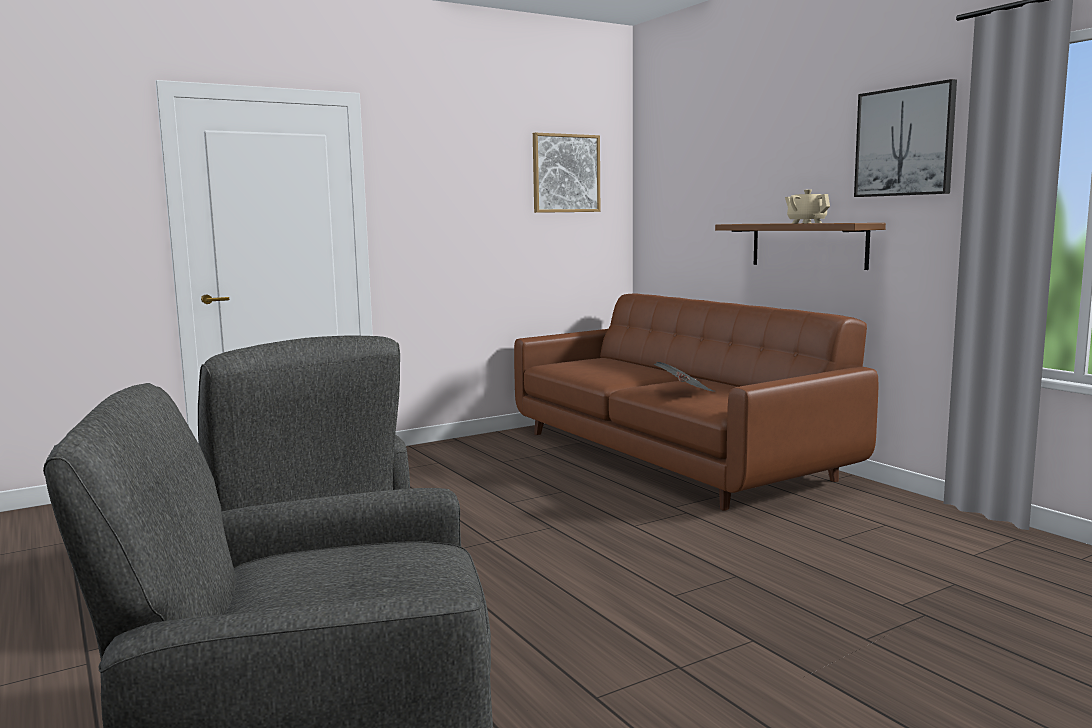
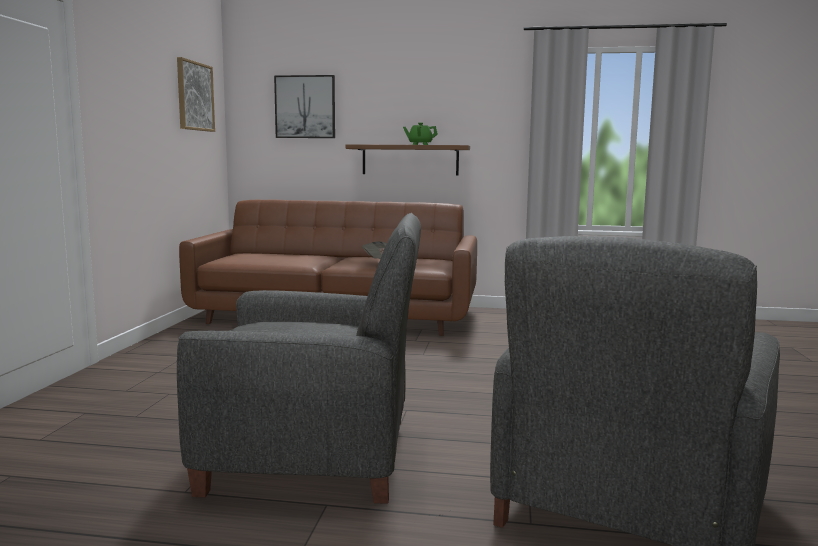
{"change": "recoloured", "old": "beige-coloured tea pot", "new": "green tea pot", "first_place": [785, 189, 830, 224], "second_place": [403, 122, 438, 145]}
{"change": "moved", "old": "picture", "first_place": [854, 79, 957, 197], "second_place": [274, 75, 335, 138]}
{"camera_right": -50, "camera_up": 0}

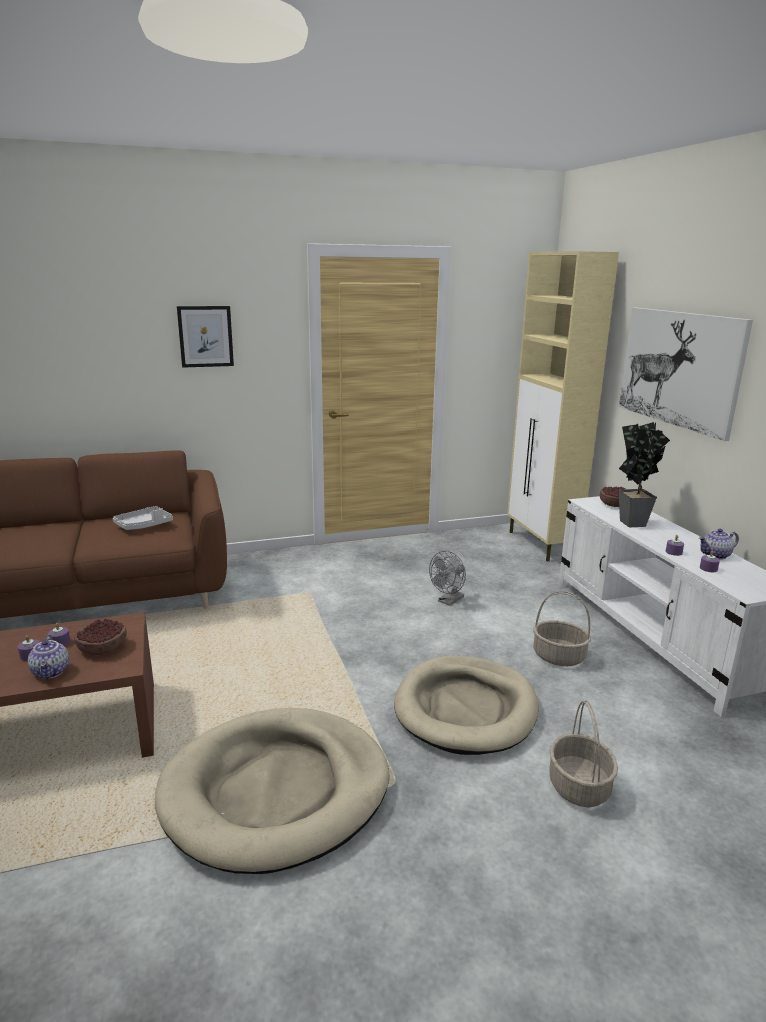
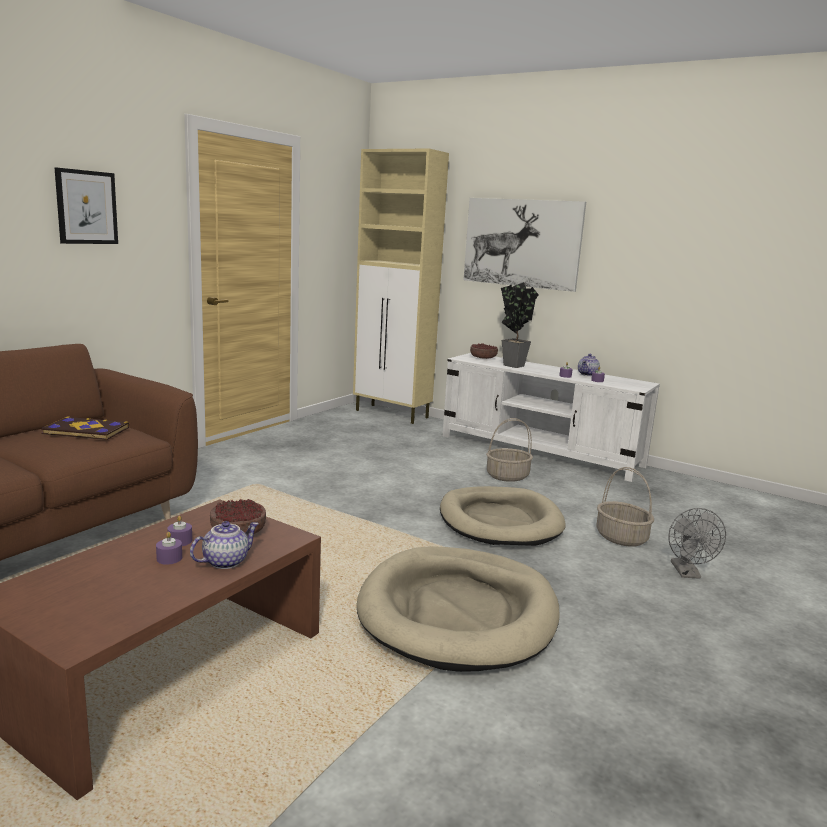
{"change": "turned", "old": "tea pot", "first_place": [28, 635, 69, 679], "second_place": [190, 521, 259, 569], "degrees": -75}
{"change": "replaced", "old": "gray serving tray", "new": "volume", "first_place": [113, 506, 173, 530], "second_place": [41, 416, 129, 440]}
{"change": "moved", "old": "gray cooling fan", "first_place": [429, 551, 466, 606], "second_place": [669, 508, 726, 579]}
{"camera_right": -40, "camera_up": -5}

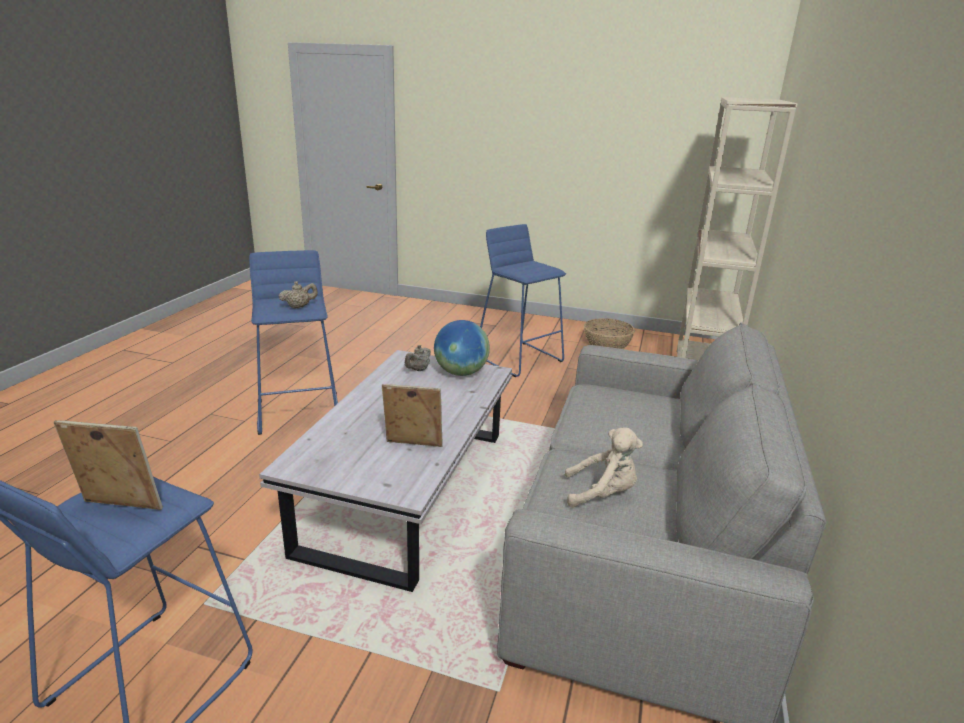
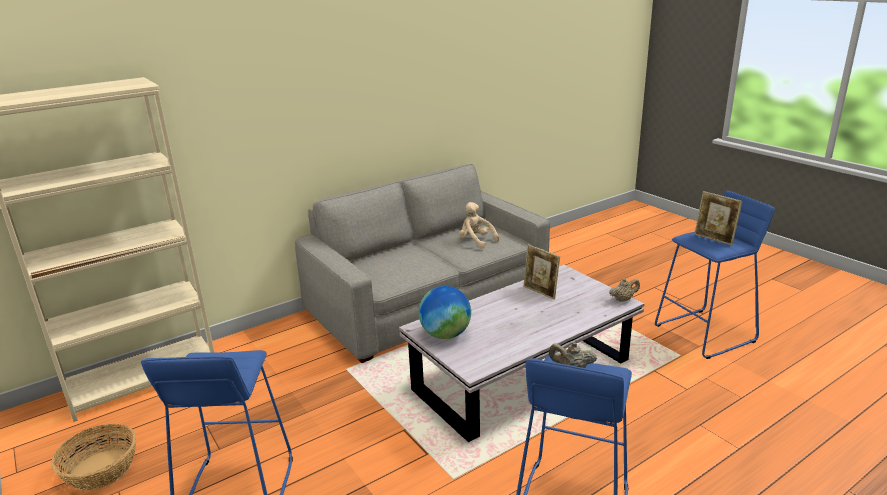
{"change": "moved", "old": "beige-coloured tea pot", "first_place": [405, 345, 431, 371], "second_place": [609, 278, 640, 302]}
{"camera_right": -140, "camera_up": 0}

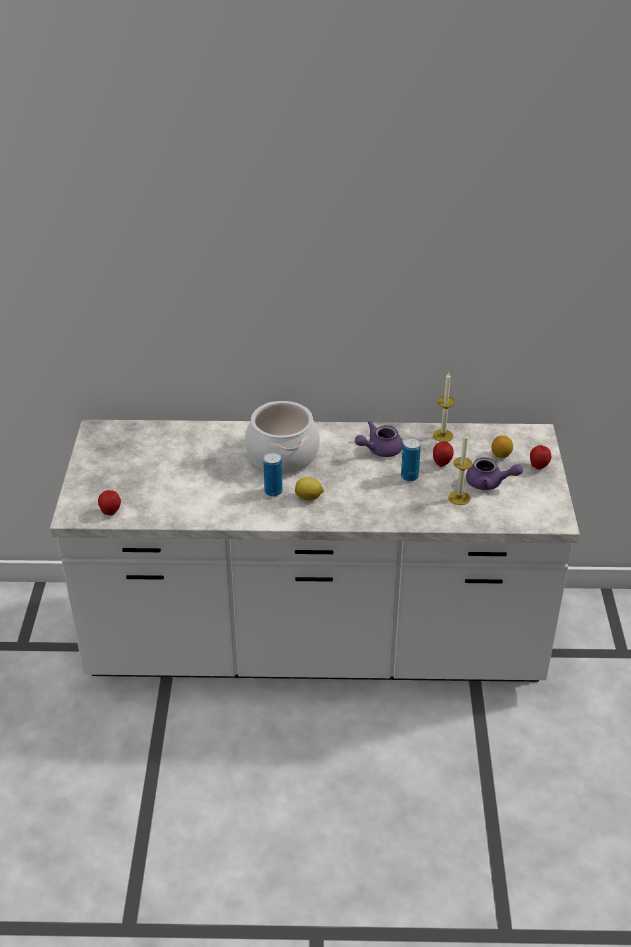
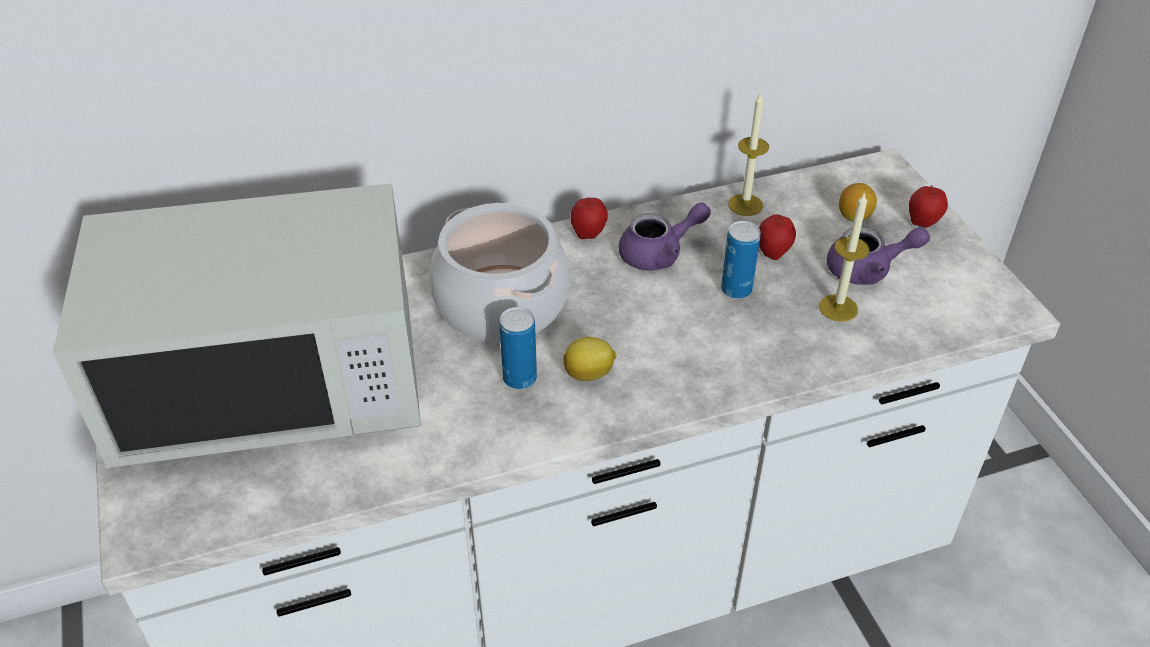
{"change": "moved", "old": "whole apple", "first_place": [98, 490, 121, 516], "second_place": [570, 197, 608, 239]}
{"change": "turned", "old": "purple-coloured tea pot", "first_place": [355, 421, 403, 457], "second_place": [619, 202, 711, 271], "degrees": -150}
{"change": "added", "new": "white microwave", "second_place": [53, 183, 421, 468]}
{"camera_right": -20, "camera_up": 5}

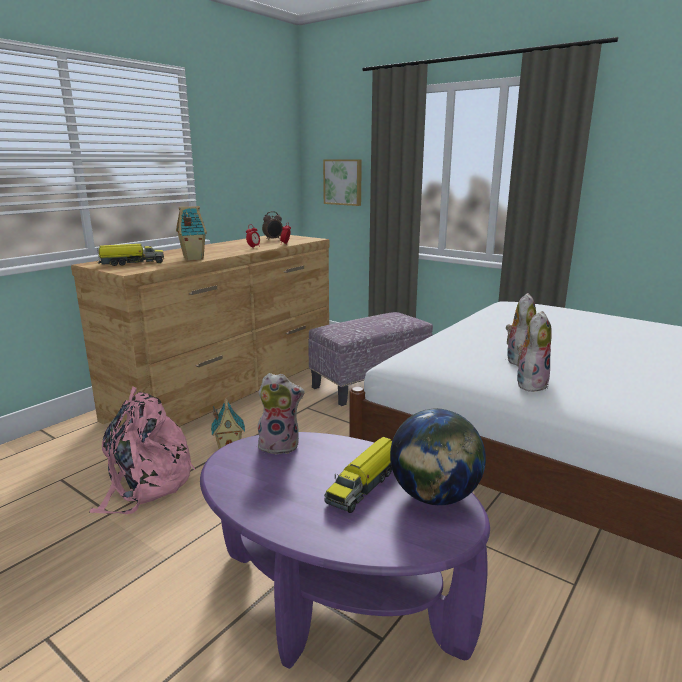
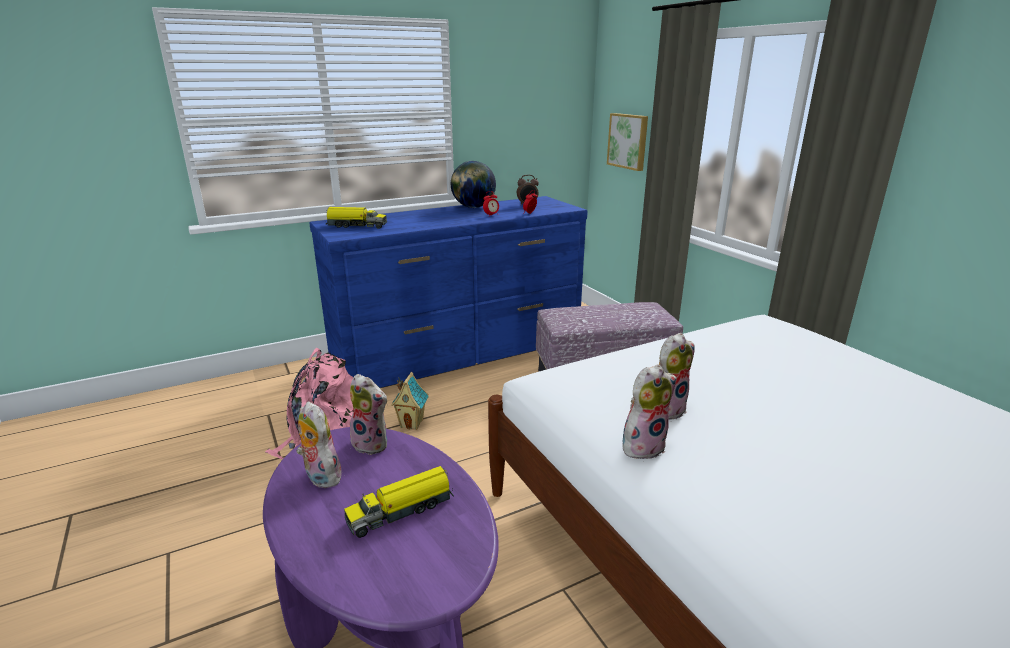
{"change": "recoloured", "old": "brown-coloured drawer chest", "new": "blue drawer chest", "first_place": [71, 235, 330, 427], "second_place": [309, 196, 588, 388]}
{"change": "removed", "old": "miniature house", "first_place": [176, 206, 207, 261]}
{"change": "moved", "old": "world globe", "first_place": [390, 408, 486, 505], "second_place": [451, 161, 496, 208]}
{"change": "added", "new": "soft toy", "second_place": [296, 401, 343, 488]}
{"camera_right": 25, "camera_up": 5}

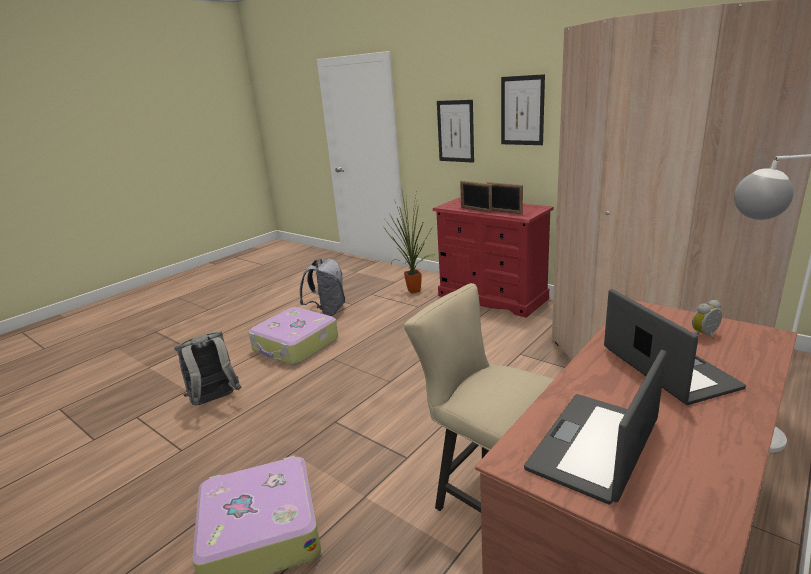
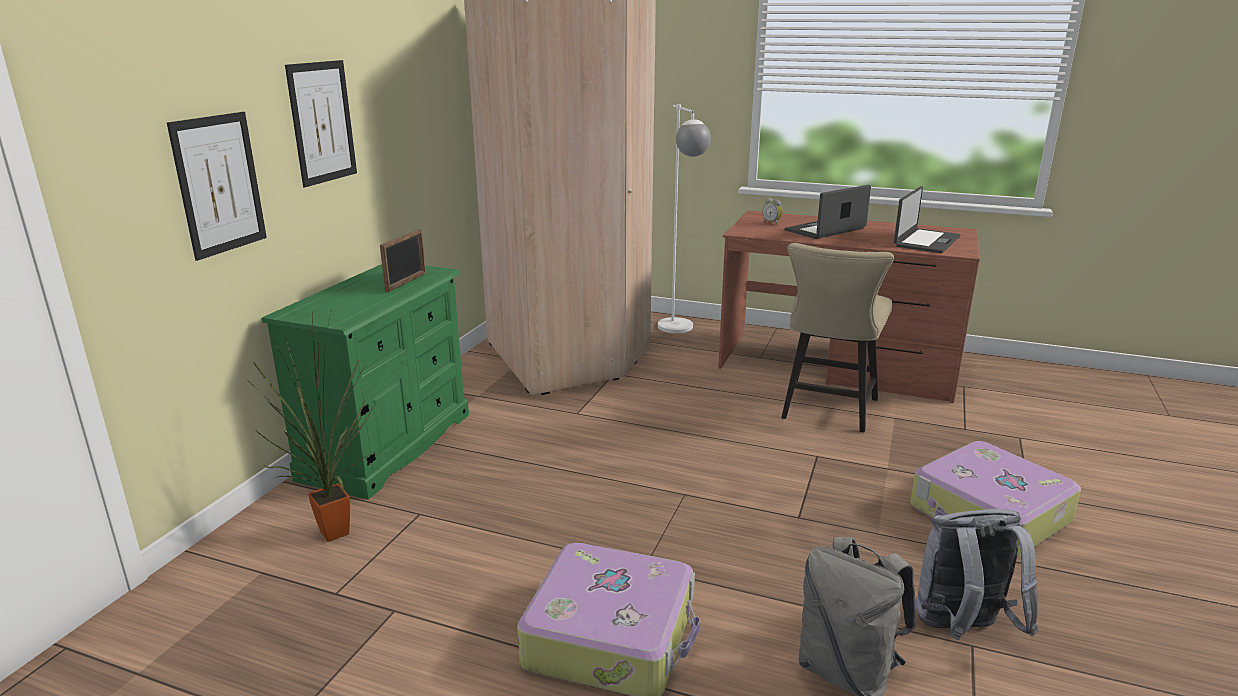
{"change": "moved", "old": "gray rucksack", "first_place": [300, 258, 345, 316], "second_place": [916, 509, 1038, 640]}
{"change": "recoloured", "old": "red drawer chest", "new": "green drawer chest", "first_place": [432, 197, 554, 318], "second_place": [261, 264, 469, 500]}
{"change": "removed", "old": "standing frame", "first_place": [460, 181, 492, 213]}
{"change": "turned", "old": "portable computer", "first_place": [524, 350, 667, 505], "second_place": [894, 186, 961, 253], "degrees": -75}
{"camera_right": -110, "camera_up": 0}

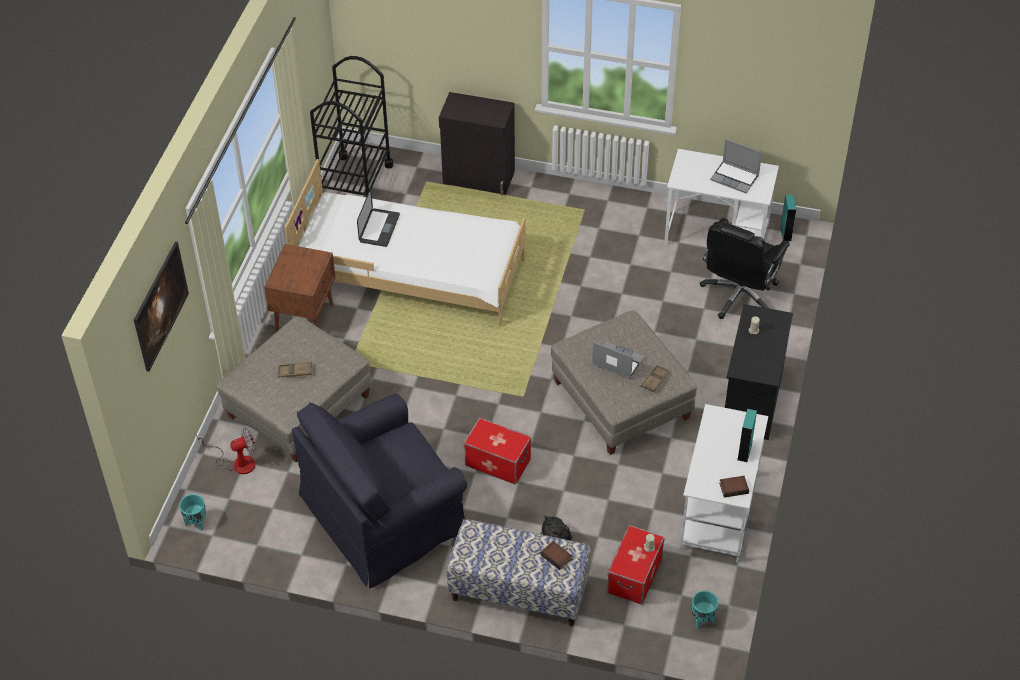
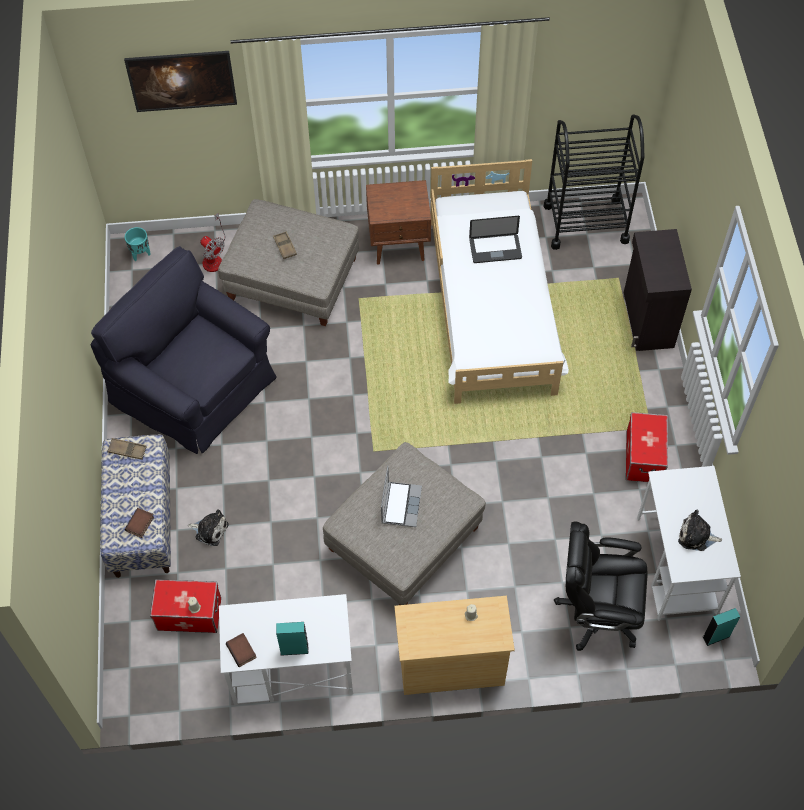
{"change": "moved", "old": "storage container", "first_place": [464, 418, 531, 485], "second_place": [626, 412, 668, 482]}
{"change": "moved", "old": "brown-coloured serving tray", "first_place": [641, 365, 670, 392], "second_place": [108, 438, 147, 460]}
{"change": "removed", "old": "blue-green planter", "first_place": [692, 591, 719, 628]}
{"change": "replaced", "old": "portable computer", "new": "soft toy", "first_place": [710, 139, 762, 194], "second_place": [678, 510, 722, 551]}
{"change": "recoloured", "old": "black drawer chest", "new": "beige-coloured drawer chest", "first_place": [725, 304, 793, 440], "second_place": [394, 596, 515, 695]}
{"camera_right": 70, "camera_up": 10}

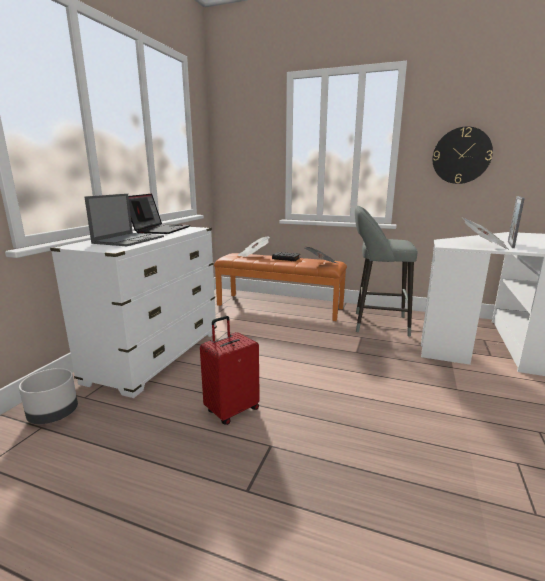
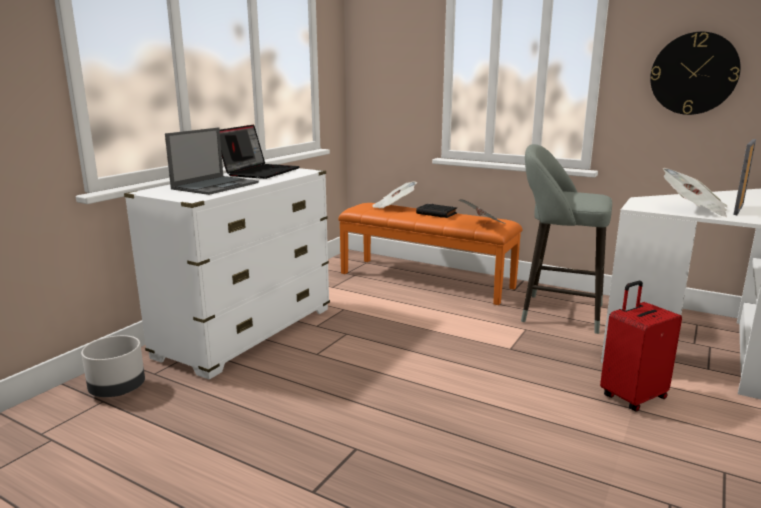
{"change": "moved", "old": "red piece of luggage", "first_place": [200, 316, 260, 425], "second_place": [600, 281, 682, 412]}
{"camera_right": 10, "camera_up": 0}

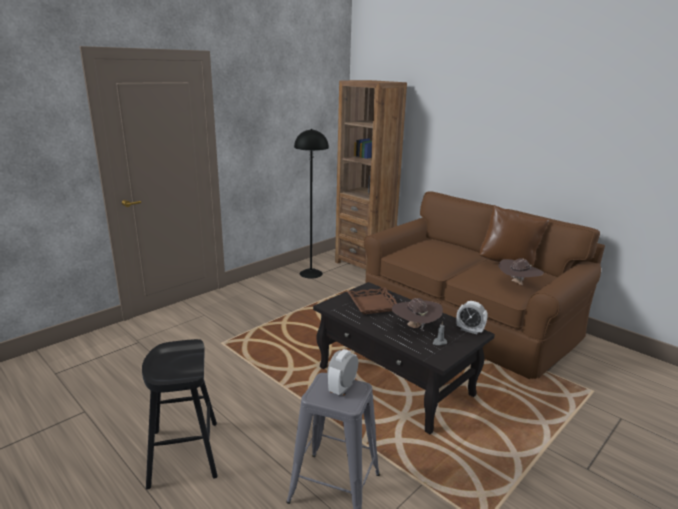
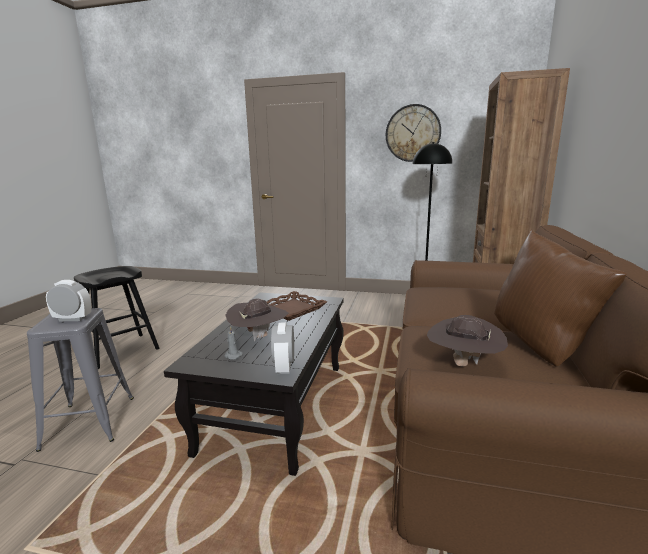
{"change": "added", "new": "hanging clock", "second_place": [386, 104, 441, 162]}
{"camera_right": 60, "camera_up": -5}

